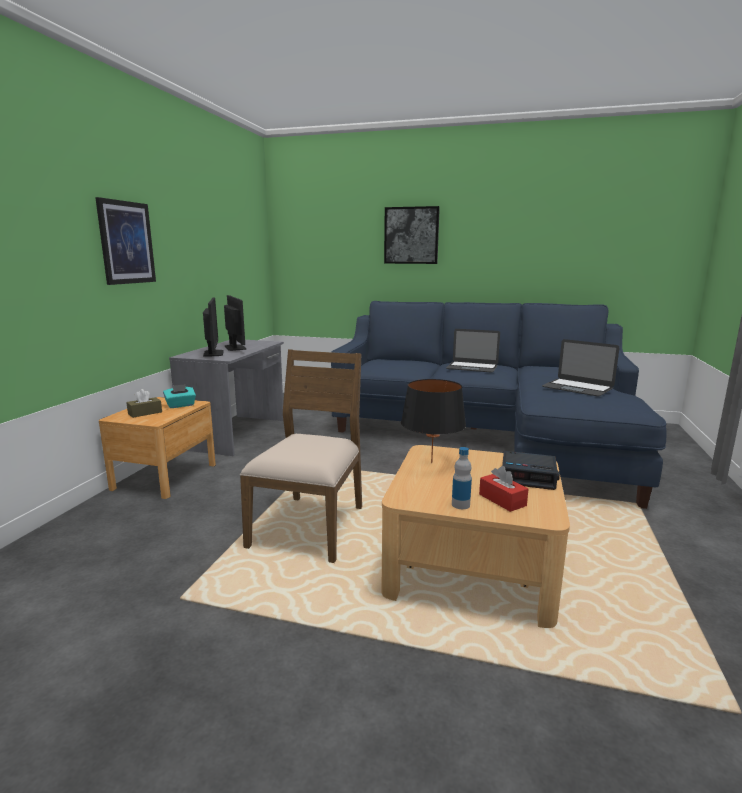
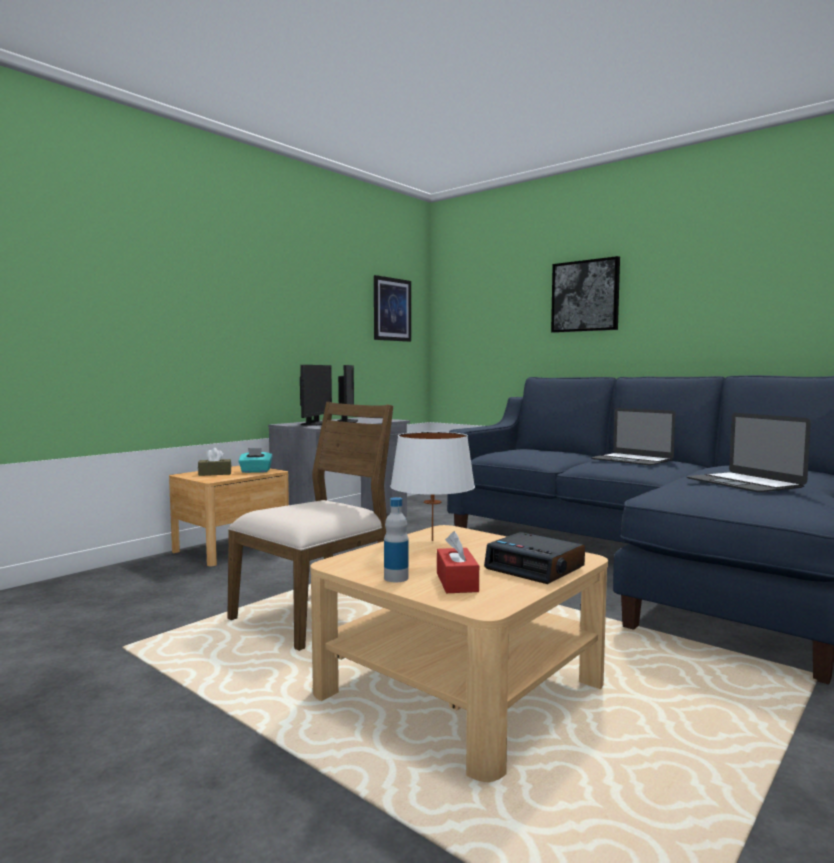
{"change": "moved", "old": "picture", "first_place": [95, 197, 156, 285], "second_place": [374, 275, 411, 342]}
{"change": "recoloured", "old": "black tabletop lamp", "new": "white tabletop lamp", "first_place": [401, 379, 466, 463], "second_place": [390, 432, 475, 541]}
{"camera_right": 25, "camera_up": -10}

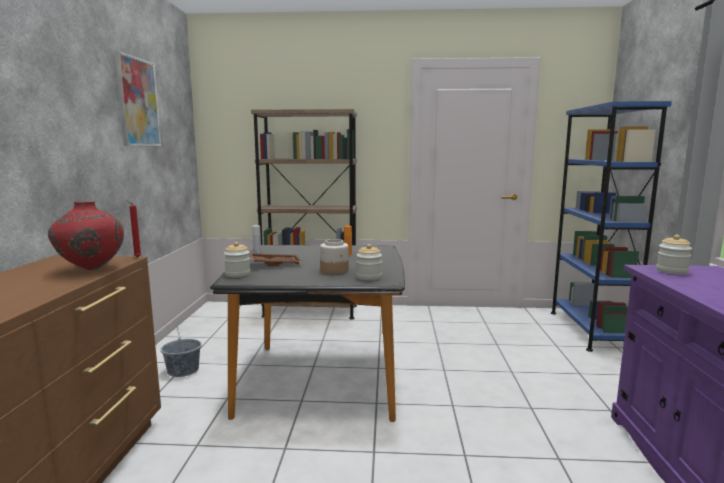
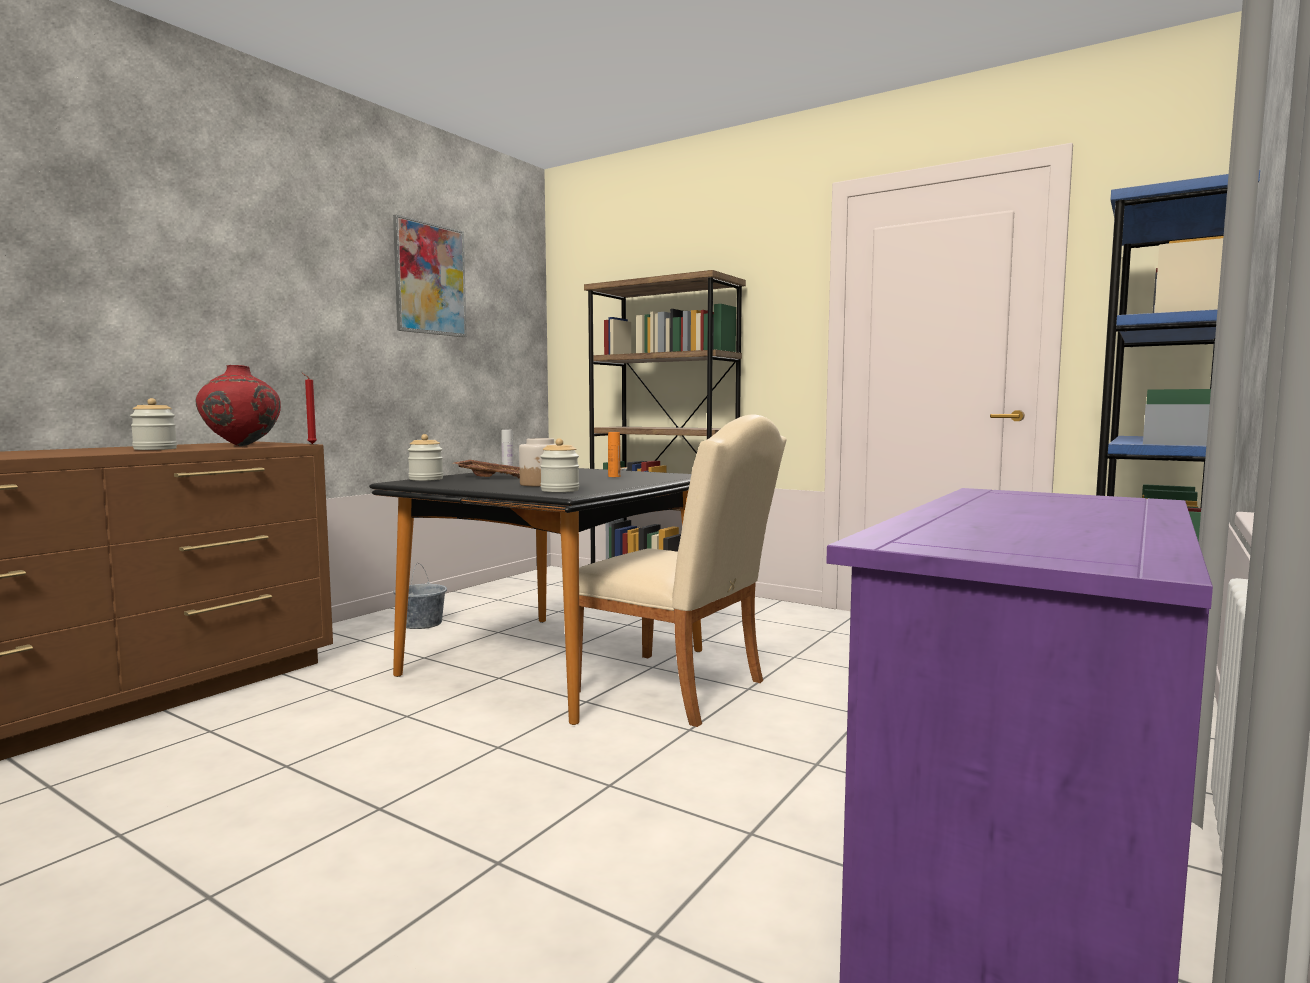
{"change": "moved", "old": "storage jar", "first_place": [656, 235, 692, 274], "second_place": [130, 398, 177, 450]}
{"change": "added", "new": "beige-coloured chair", "second_place": [579, 414, 787, 727]}
{"camera_right": 30, "camera_up": -5}

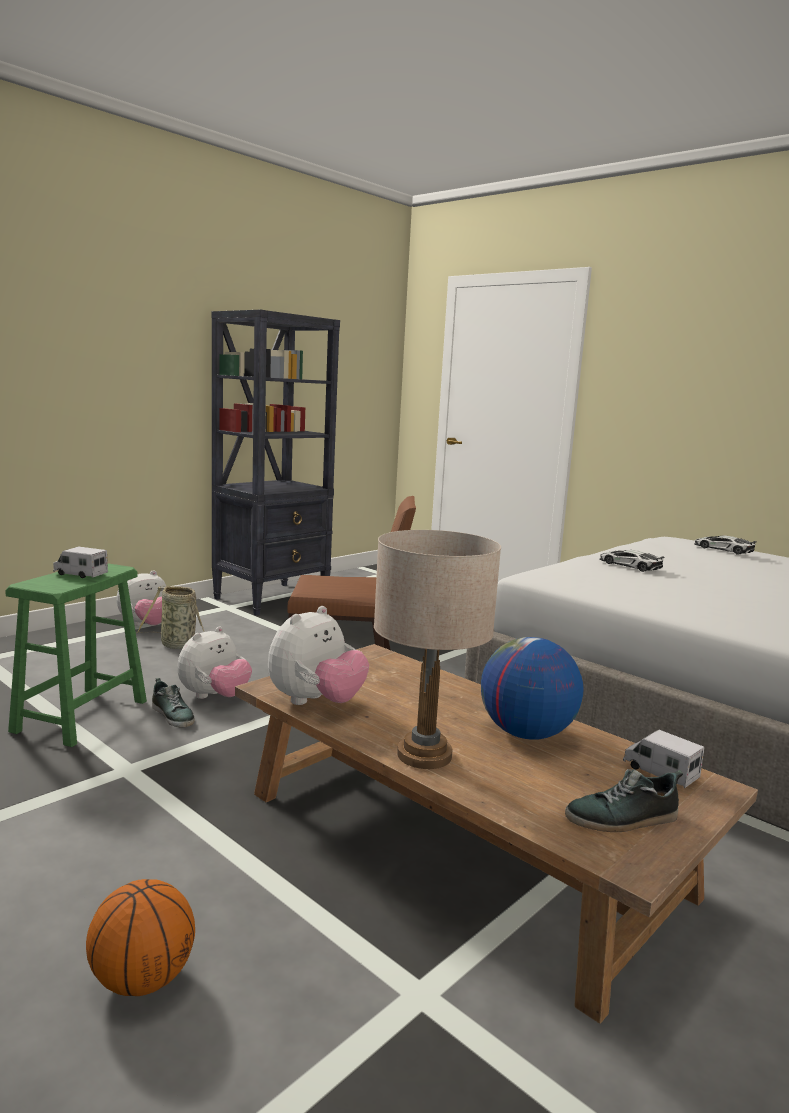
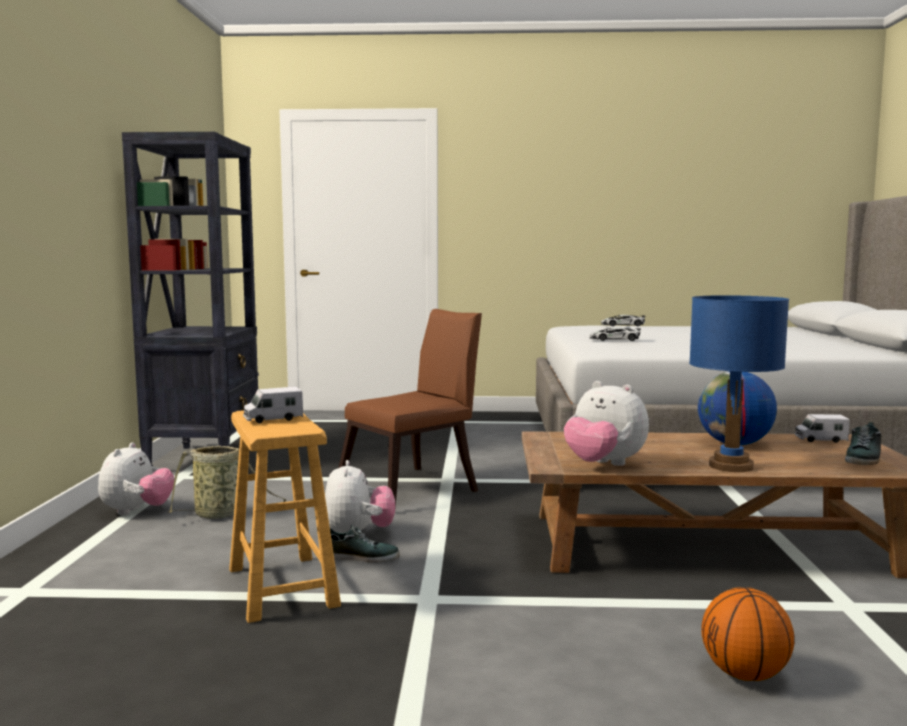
{"change": "recoloured", "old": "green sitting stool", "new": "brown-coloured sitting stool", "first_place": [5, 564, 147, 747], "second_place": [229, 410, 341, 623]}
{"change": "turned", "old": "soft toy", "first_place": [268, 606, 369, 705], "second_place": [564, 381, 649, 466], "degrees": 135}
{"change": "recoloured", "old": "beige-coloured tabletop lamp", "new": "blue tabletop lamp", "first_place": [374, 530, 501, 769], "second_place": [689, 295, 789, 472]}
{"camera_right": -40, "camera_up": -5}

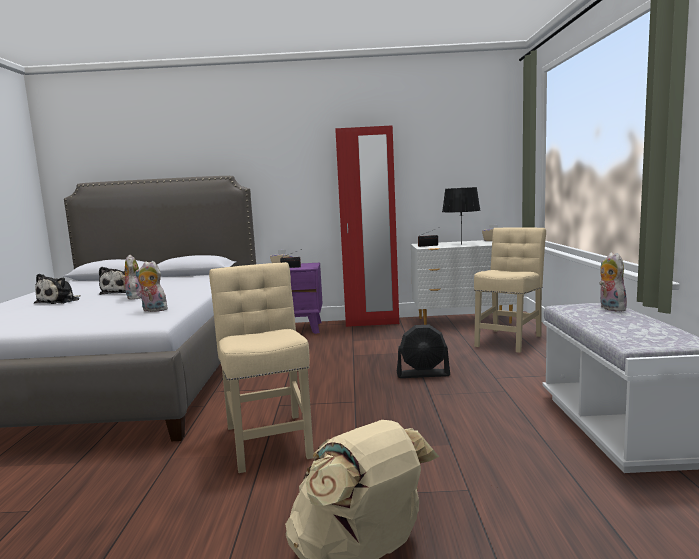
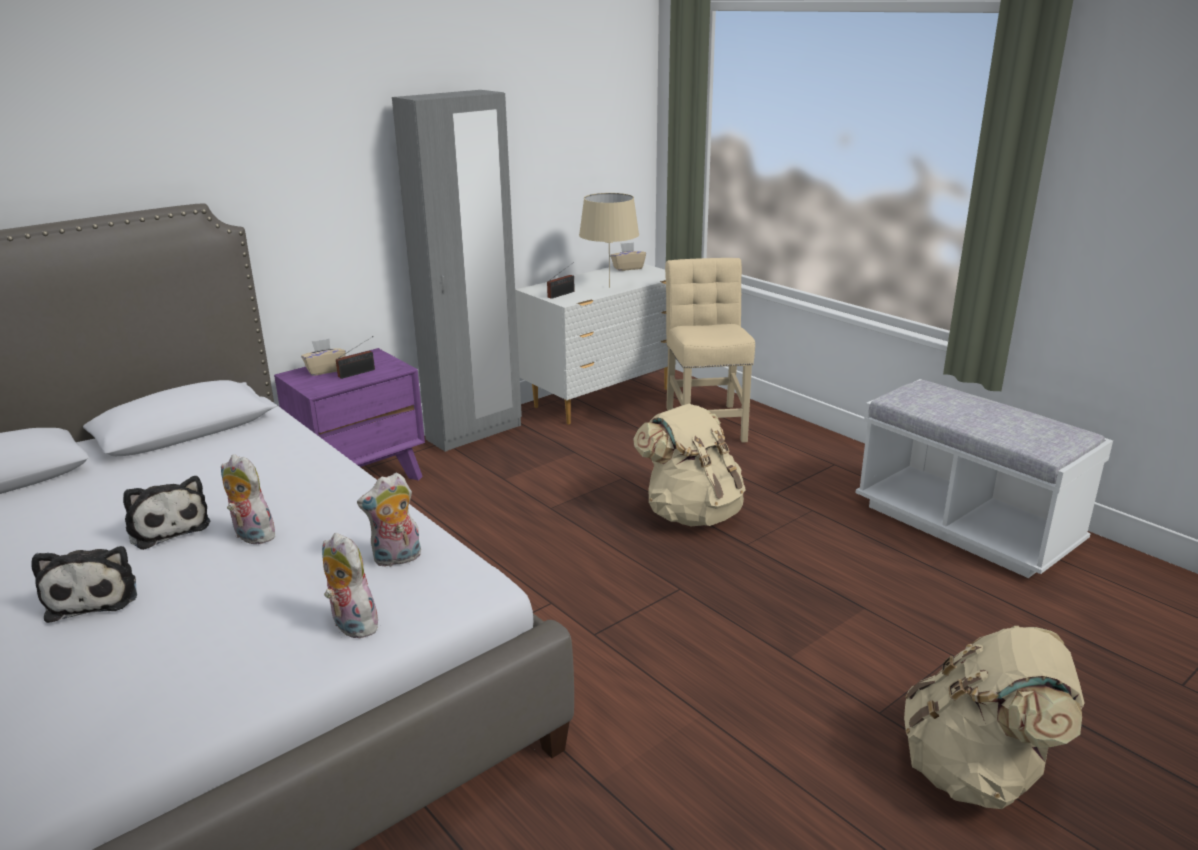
{"change": "removed", "old": "beige-coloured chair", "first_place": [209, 262, 314, 473]}
{"change": "recoloured", "old": "red clothes cupboard", "new": "gray clothes cupboard", "first_place": [335, 125, 399, 327], "second_place": [392, 90, 522, 452]}
{"change": "replaced", "old": "black cooling fan", "new": "beige-coloured rucksack", "first_place": [397, 325, 450, 378], "second_place": [633, 404, 746, 526]}
{"change": "recoloured", "old": "black tabletop lamp", "new": "beige-coloured tabletop lamp", "first_place": [442, 187, 481, 245], "second_place": [579, 193, 639, 288]}
{"change": "moved", "old": "soft toy", "first_place": [599, 252, 627, 311], "second_place": [322, 533, 383, 638]}
{"camera_right": -40, "camera_up": 15}

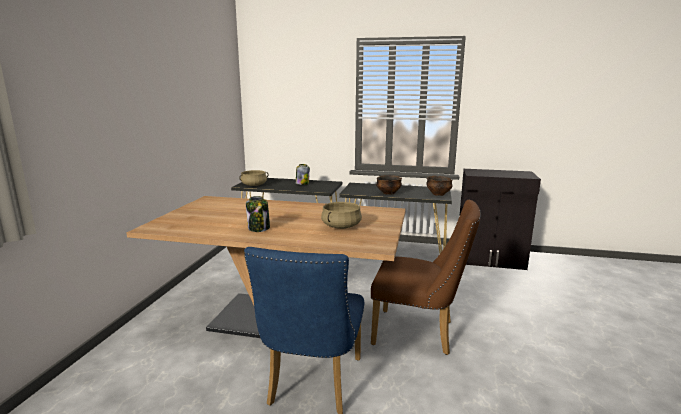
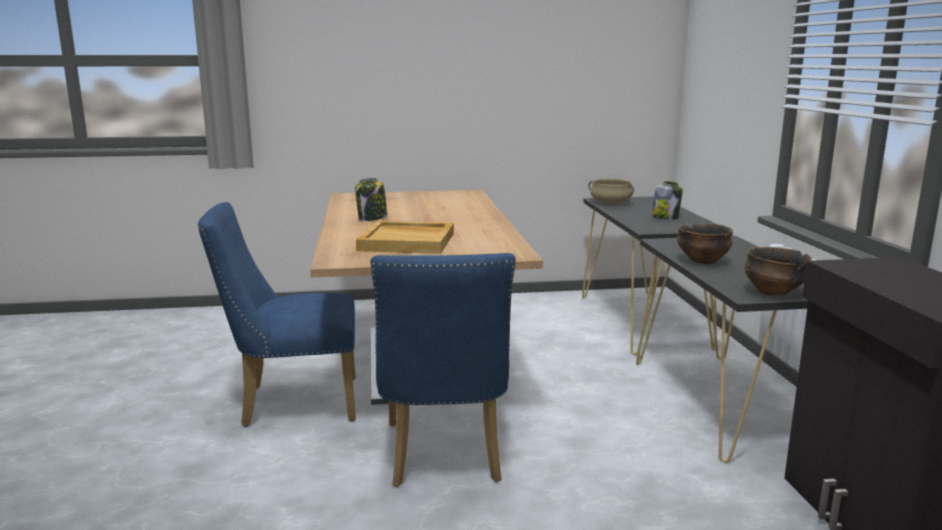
{"change": "replaced", "old": "beige-coloured stockpot", "new": "beige-coloured serving tray", "first_place": [321, 202, 362, 229], "second_place": [356, 221, 454, 254]}
{"change": "recoloured", "old": "brown-coloured chair", "new": "blue chair", "first_place": [371, 200, 481, 355], "second_place": [370, 253, 515, 487]}
{"camera_right": 70, "camera_up": 0}

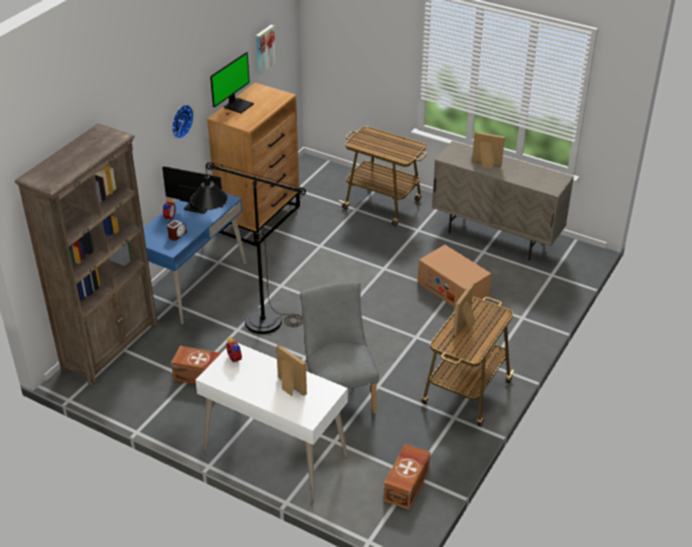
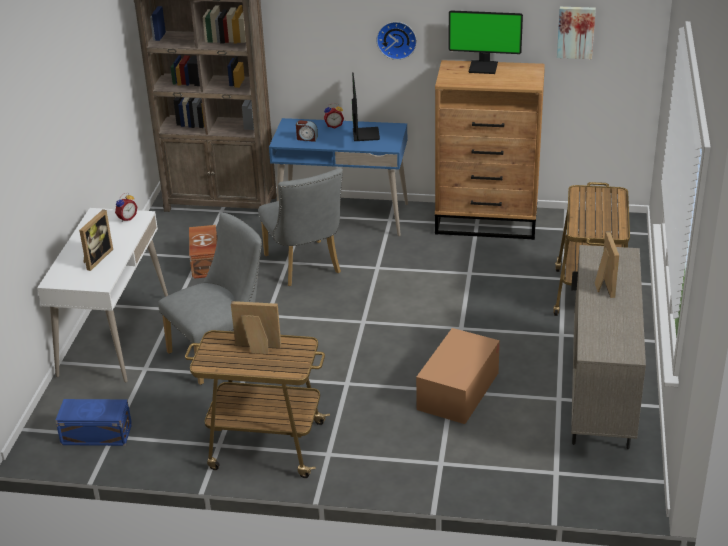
{"change": "replaced", "old": "black standard lamp", "new": "gray chair", "first_place": [190, 162, 306, 334], "second_place": [258, 168, 343, 286]}
{"change": "recoloured", "old": "brown-coloured storage container", "new": "blue storage container", "first_place": [383, 444, 431, 510], "second_place": [55, 399, 132, 446]}
{"camera_right": 70, "camera_up": -5}

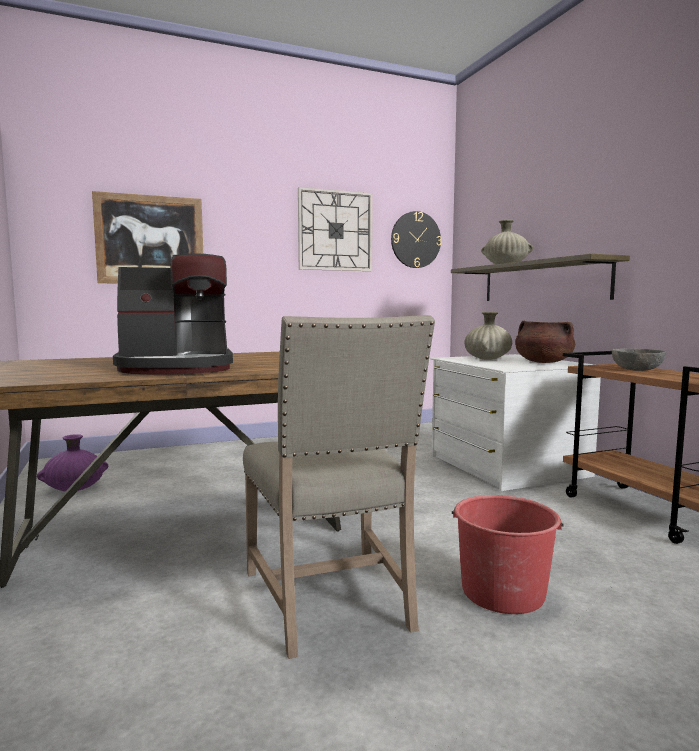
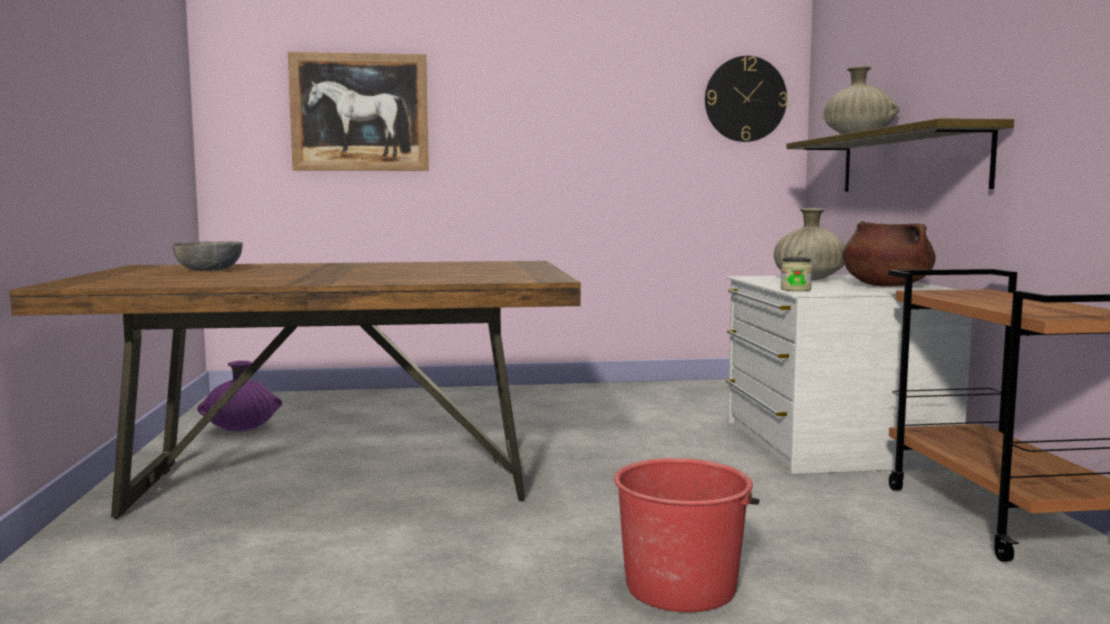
{"change": "removed", "old": "coffee maker", "first_place": [113, 253, 233, 374]}
{"change": "removed", "old": "beige-coloured chair", "first_place": [243, 315, 435, 659]}
{"change": "removed", "old": "hanging clock", "first_place": [298, 187, 373, 271]}
{"change": "moved", "old": "gray deep dish", "first_place": [612, 348, 666, 371], "second_place": [172, 241, 243, 271]}
{"change": "added", "new": "storage jar", "second_place": [780, 257, 812, 291]}
{"camera_right": 15, "camera_up": 0}

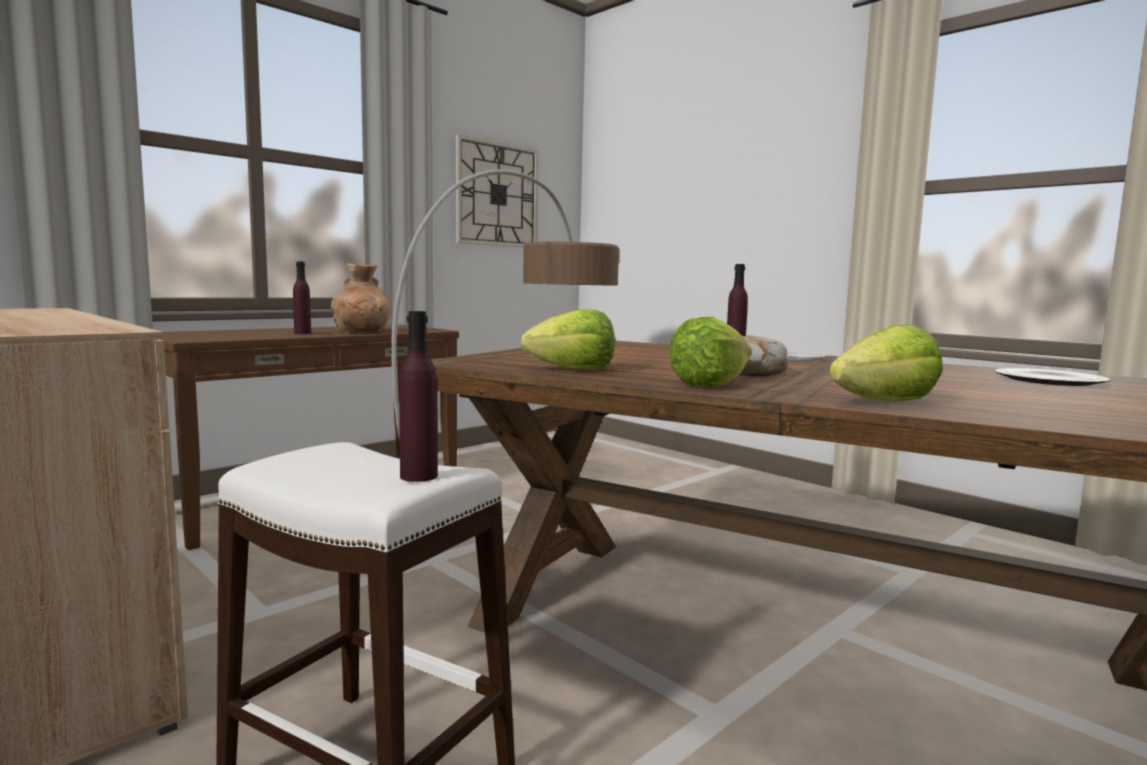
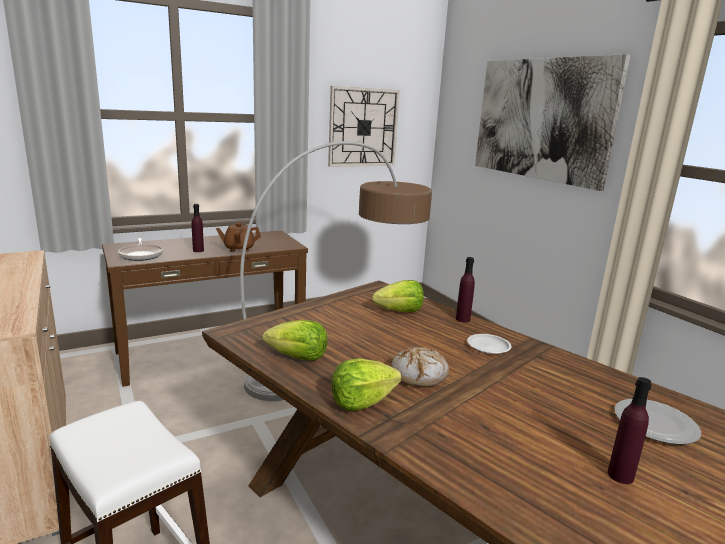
{"change": "replaced", "old": "brown-coloured decorative vase", "new": "brown-coloured tea pot", "first_place": [331, 263, 391, 332], "second_place": [216, 222, 261, 252]}
{"change": "moved", "old": "purple-coloured drink bottle", "first_place": [399, 311, 438, 482], "second_place": [607, 377, 652, 484]}
{"change": "moved", "old": "head of lettuce", "first_place": [830, 325, 943, 402], "second_place": [372, 280, 424, 312]}
{"change": "added", "new": "frying pan", "second_place": [118, 238, 163, 261]}
{"change": "added", "new": "picture", "second_place": [475, 54, 631, 191]}
{"camera_right": 15, "camera_up": 10}

